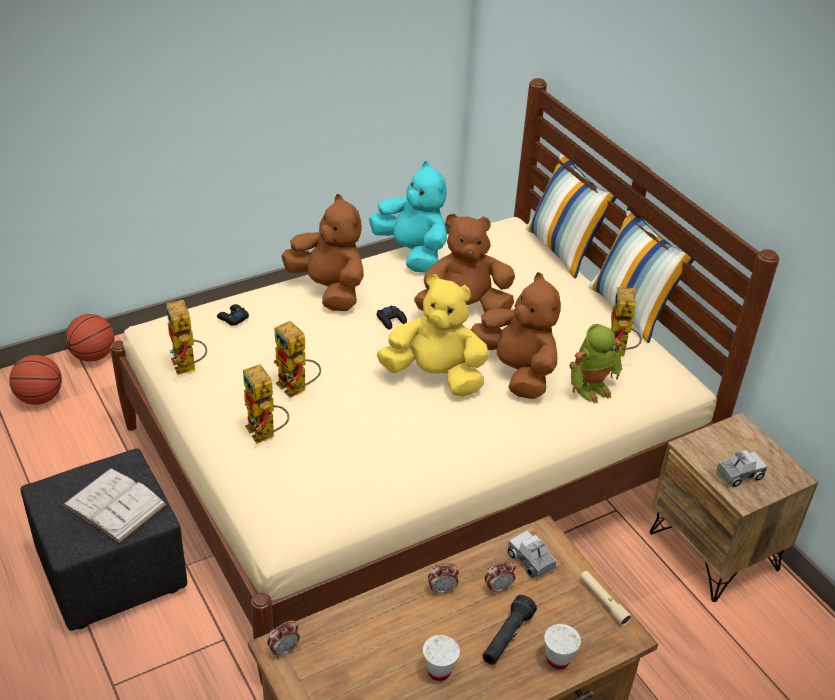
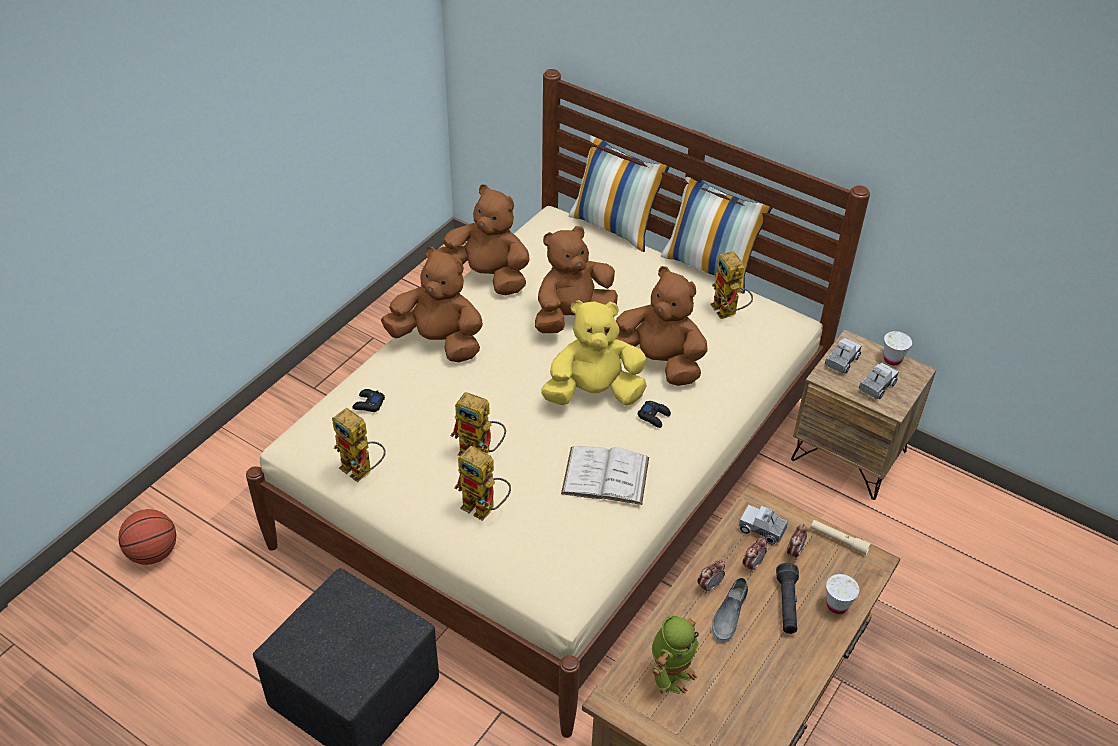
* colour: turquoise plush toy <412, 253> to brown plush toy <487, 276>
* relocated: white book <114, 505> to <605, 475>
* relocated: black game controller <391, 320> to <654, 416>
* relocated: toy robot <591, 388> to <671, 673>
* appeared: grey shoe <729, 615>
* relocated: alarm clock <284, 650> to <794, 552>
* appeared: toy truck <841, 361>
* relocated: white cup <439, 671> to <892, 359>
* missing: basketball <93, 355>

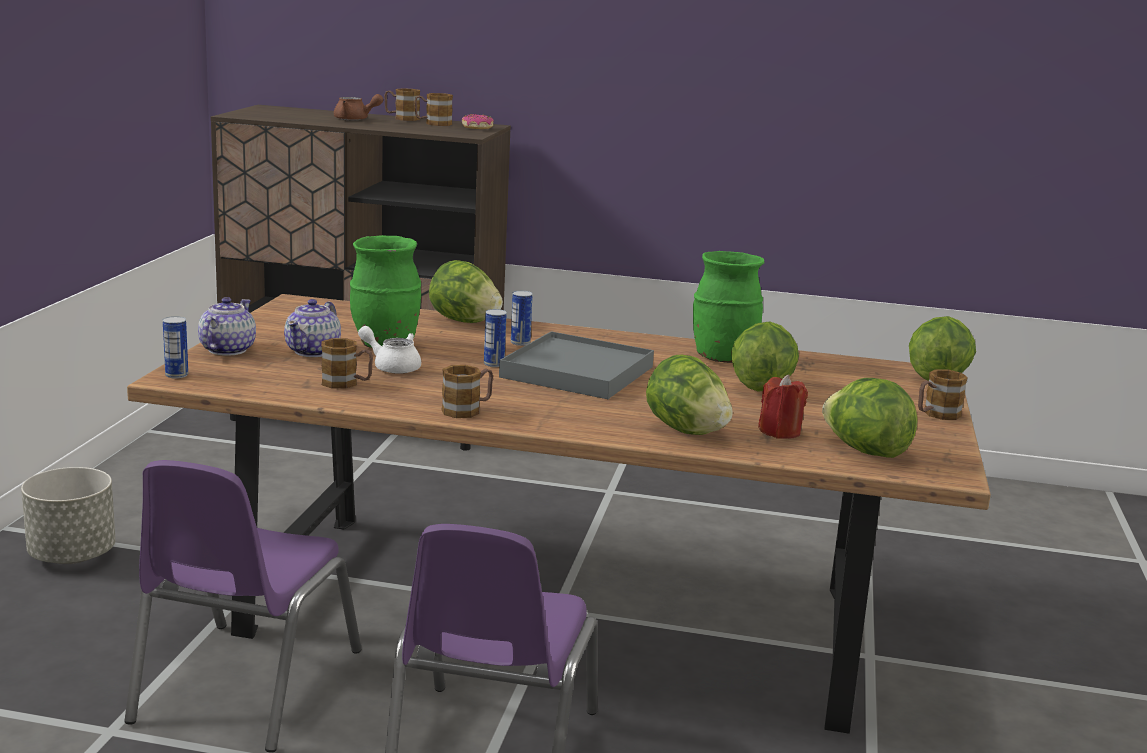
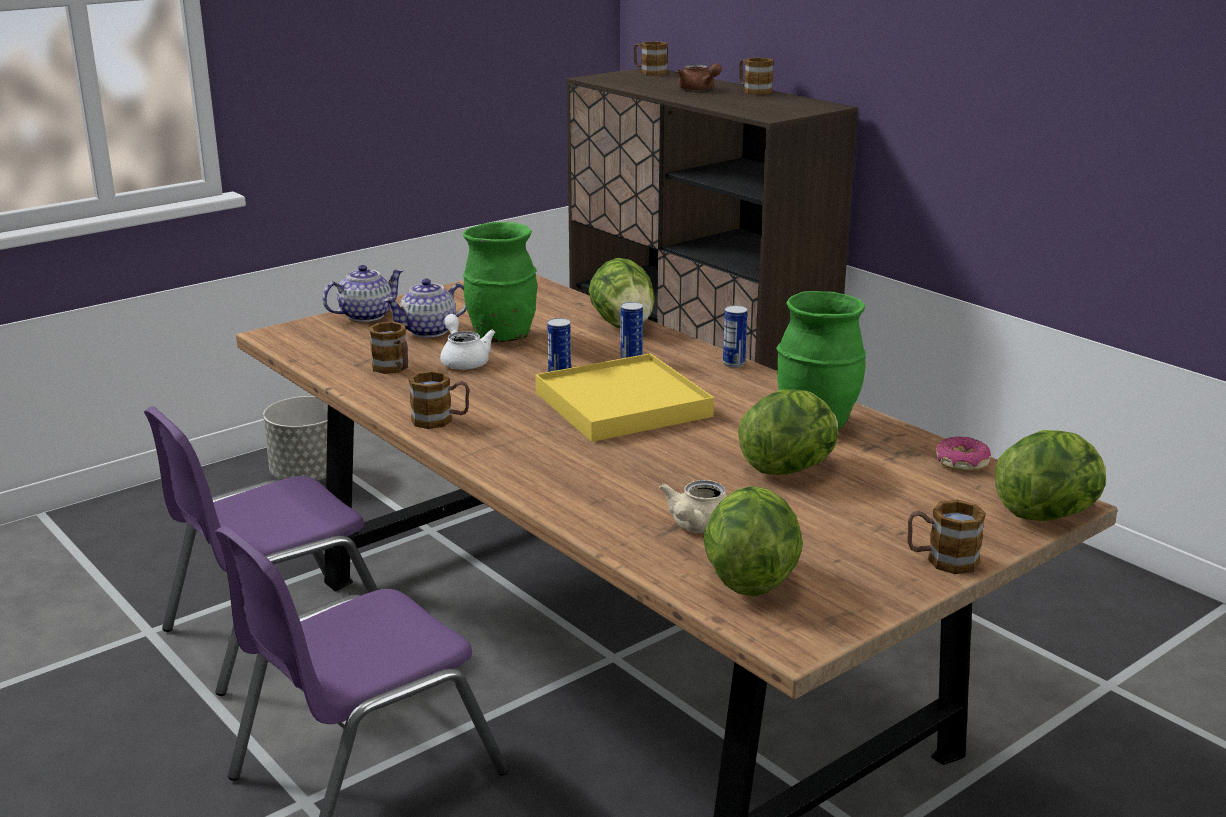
* colour: grey tray <577, 372> to yellow tray <622, 405>
* relocated: mug <433, 123> to <649, 72>
* exchanged: red candle <780, 432> to beige teapot <697, 527>
* relocated: can <176, 375> to <733, 363>
* relocated: donut <477, 128> to <961, 463>
* missing: lettuce <686, 431>

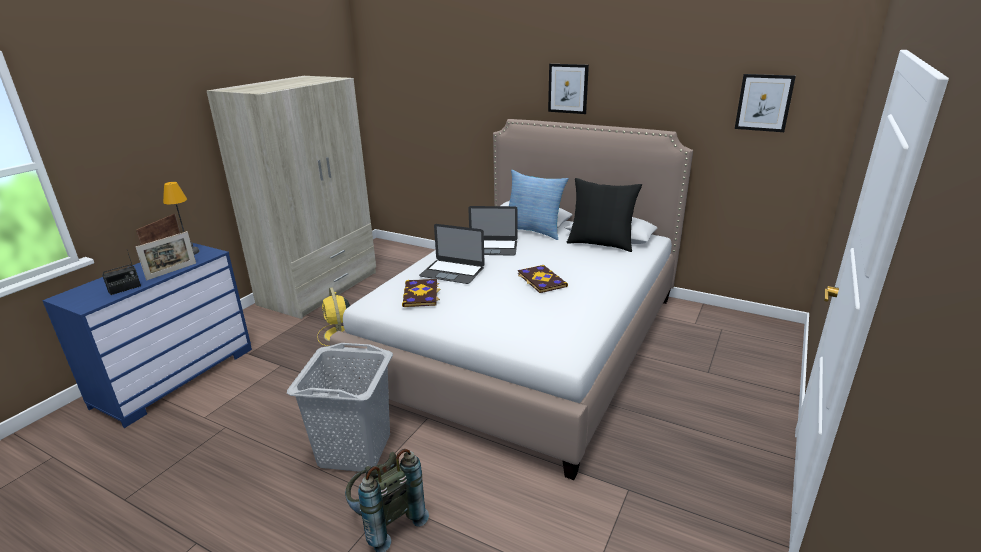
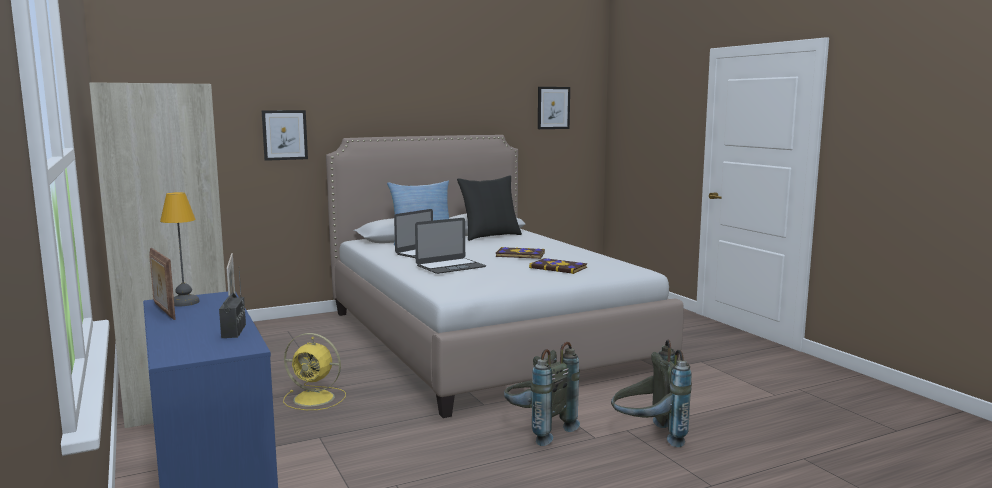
* relocated: picture <568, 88> to <284, 135>
* exchanged: grey laundry basket <354, 450> to grey backpack <538, 430>
* relocated: book <421, 294> to <558, 267>

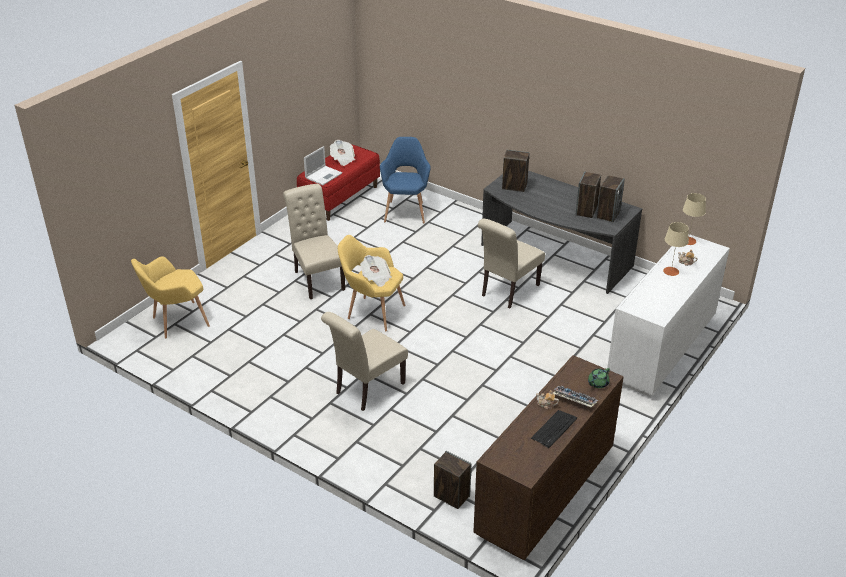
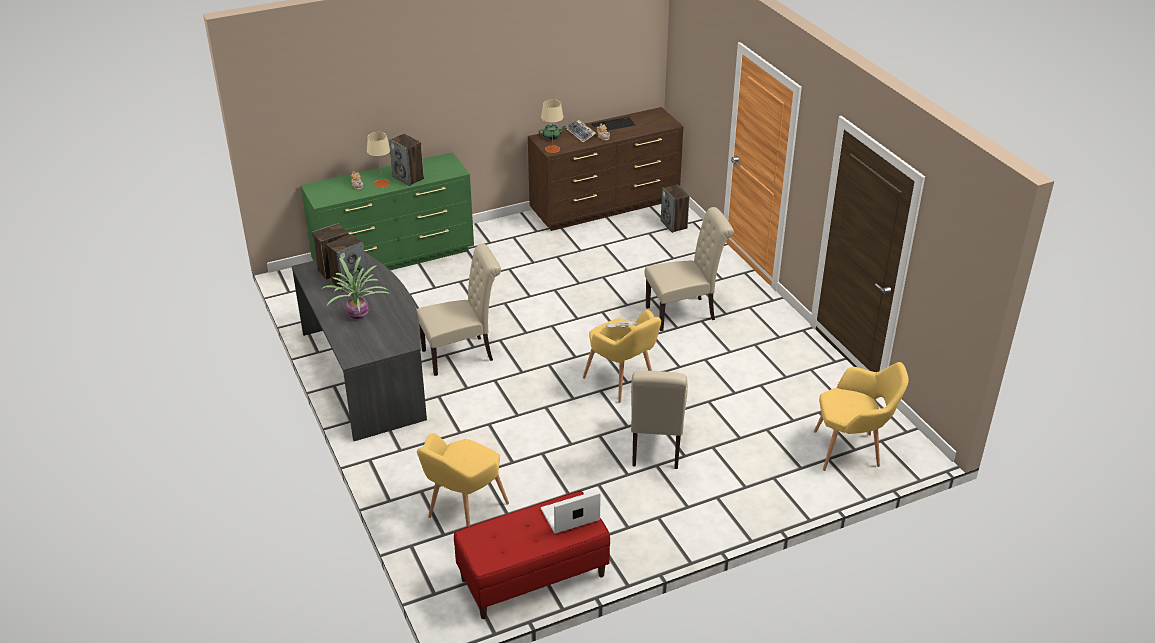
* colour: white dresser <660, 349> to green dresser <395, 257>
* appeared: potted plant <359, 314>
* relocated: speaker <514, 186> to <408, 178>
* colour: blue armchair <405, 210> to yellow armchair <463, 513>
* relocated: beige table lamp <688, 241> to <552, 149>
* missing: newspaper <342, 159>

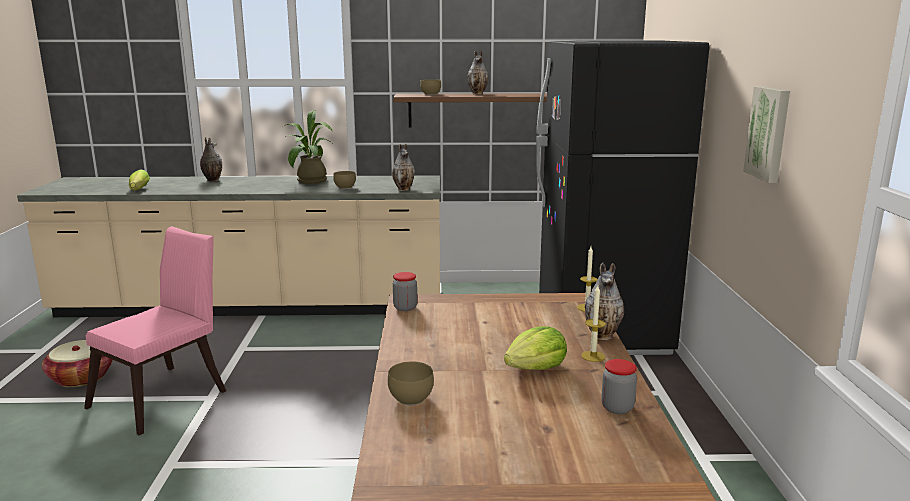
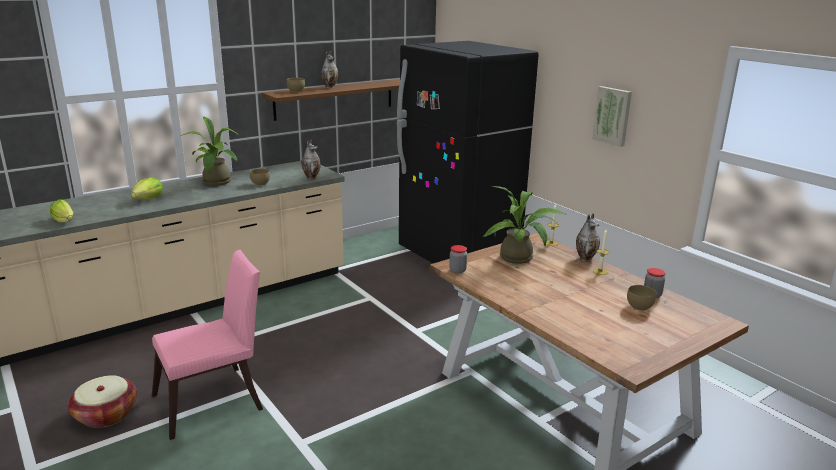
* relocated: lettuce <536, 368> to <148, 199>
* spun: pink chair <166, 396> = <215, 401> 60 degrees clockwise
* appeared: potted plant <520, 259>
* relocated: brown bowl <410, 400> to <639, 308>
* missing: vase <212, 180>

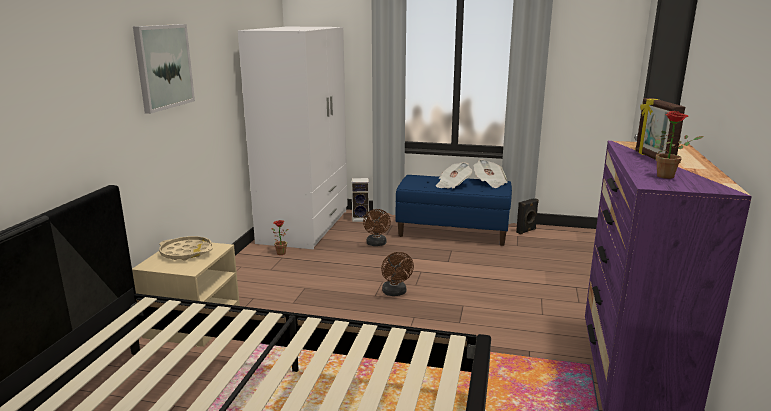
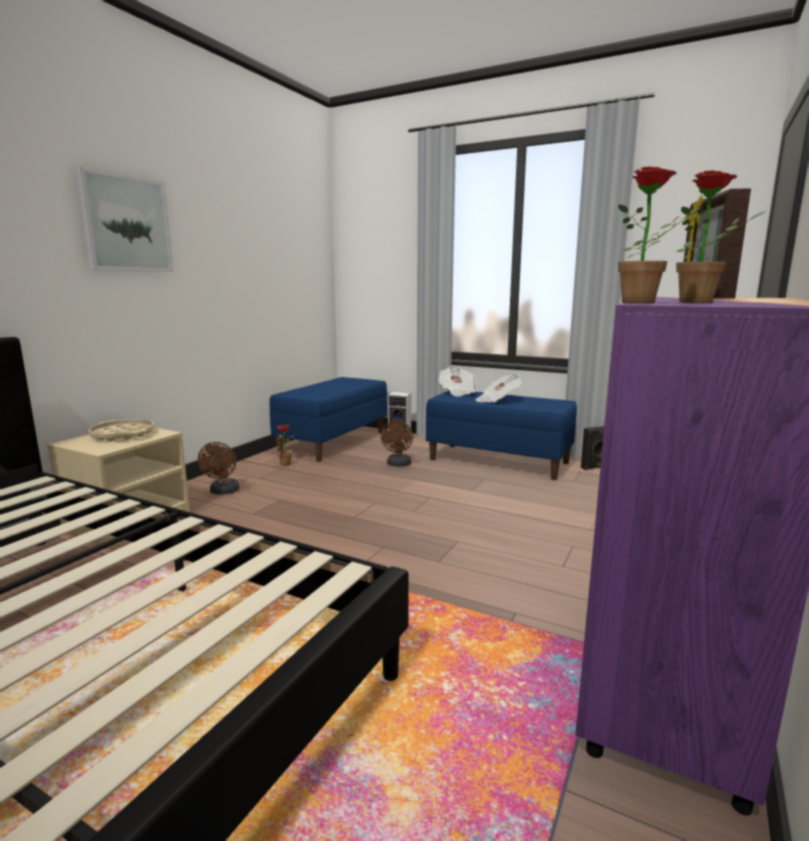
* relocated: brown fan <395, 293> to <223, 492>
* exchanged: white wardrobe <305, 226> to blue bench <333, 442>
* relocated: newspaper <490, 183> to <457, 392>
* appeared: potted plant <645, 303>

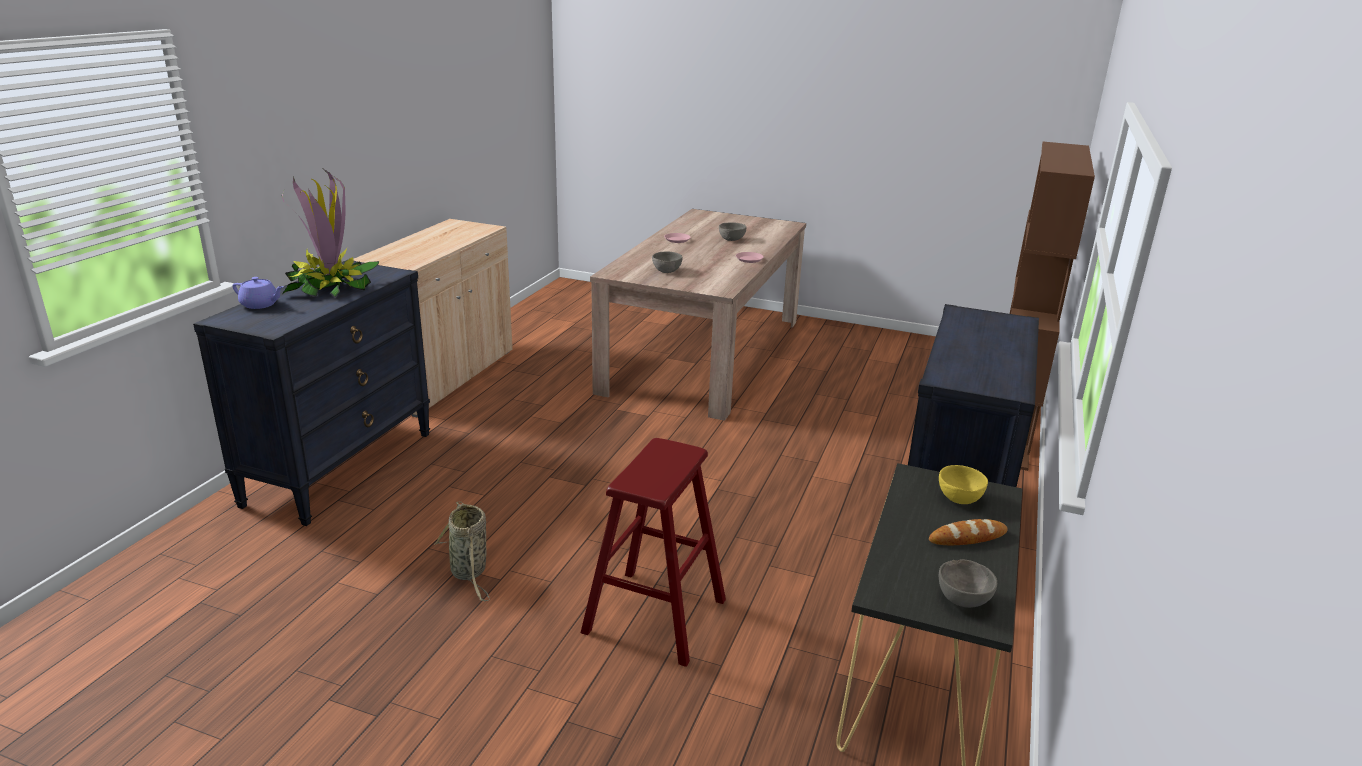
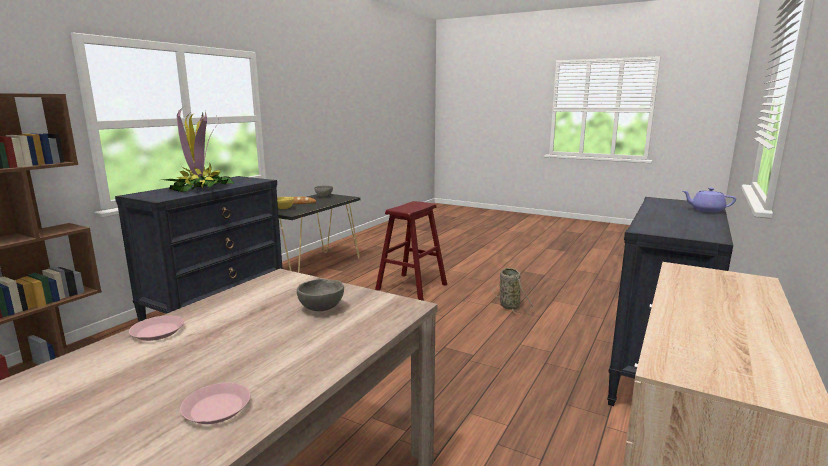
* relocated: potted plant <330, 287> to <201, 189>
* missing: grey bowl <731, 240>

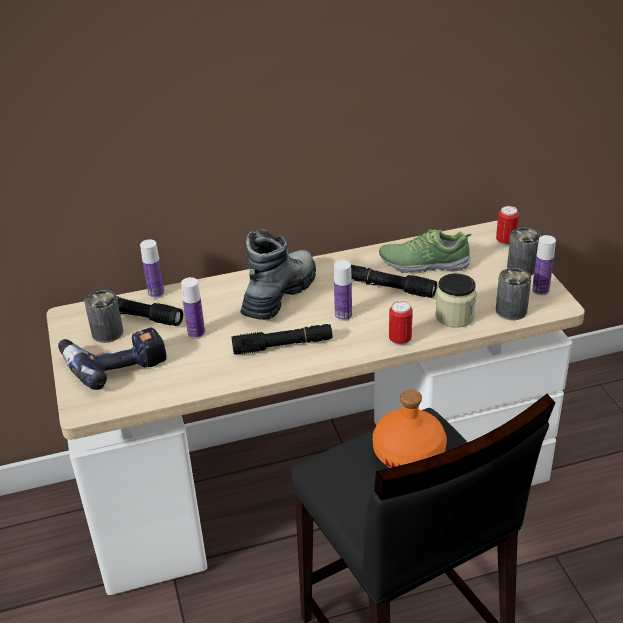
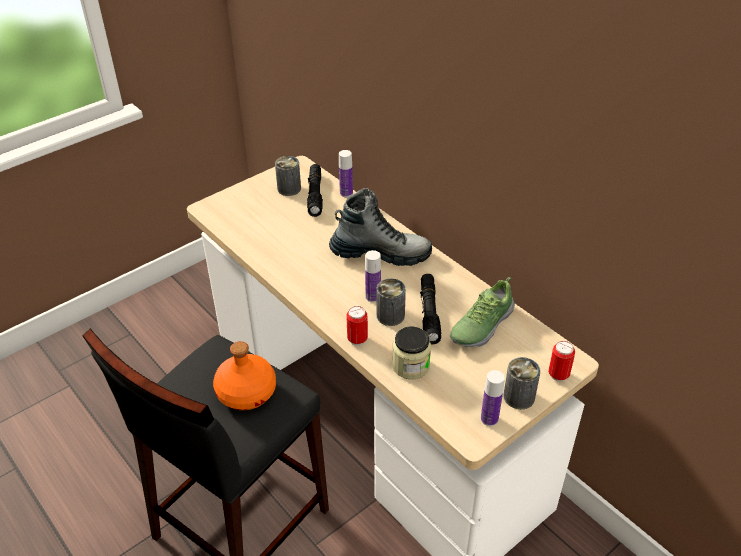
* relocated: can <511, 310> to <390, 315>
* spun: shoe <424, 263> = <481, 325> 120 degrees counterclockwise
* missing: power drill <114, 363>
* missing: bottle <196, 333>
* missing: black flashlight <283, 346>

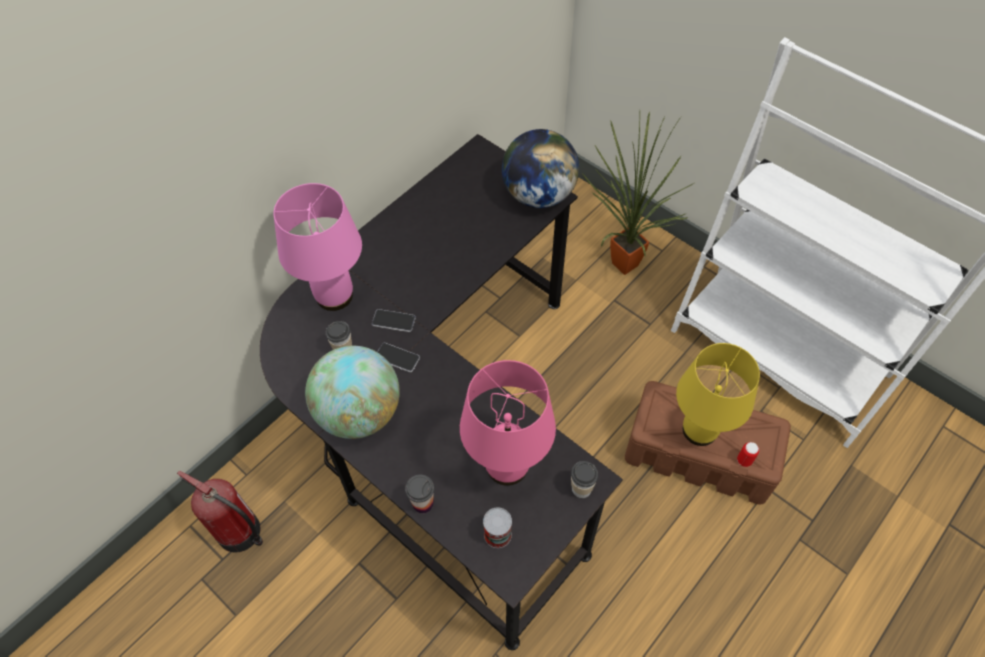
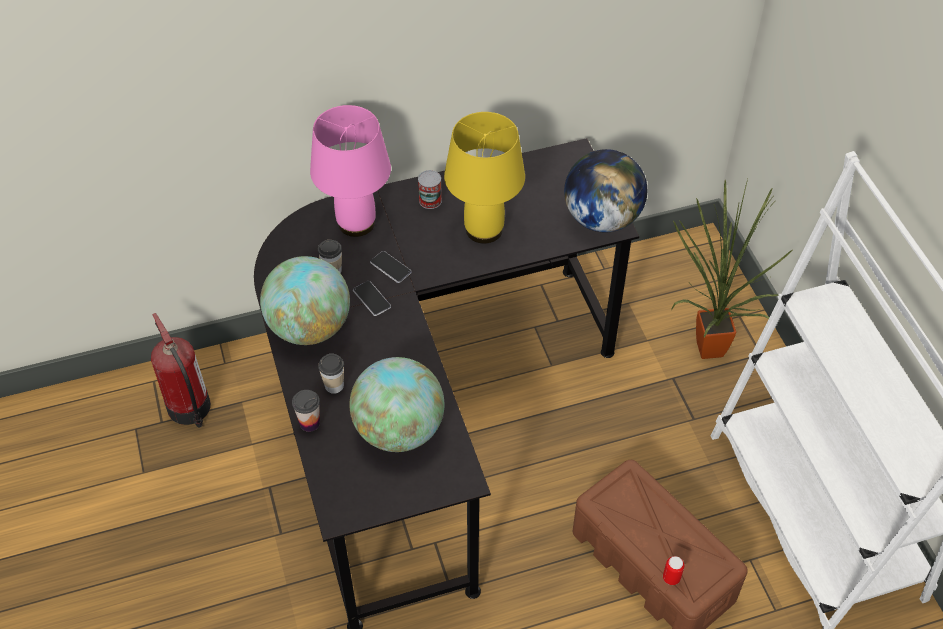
* relocated: cup <581, 488> to <334, 385>
* exchanged: pink table lamp <506, 465> to globe <399, 429>
* relocated: can <497, 534> to <430, 200>
* relocated: yellow table lamp <699, 429> to <484, 229>

